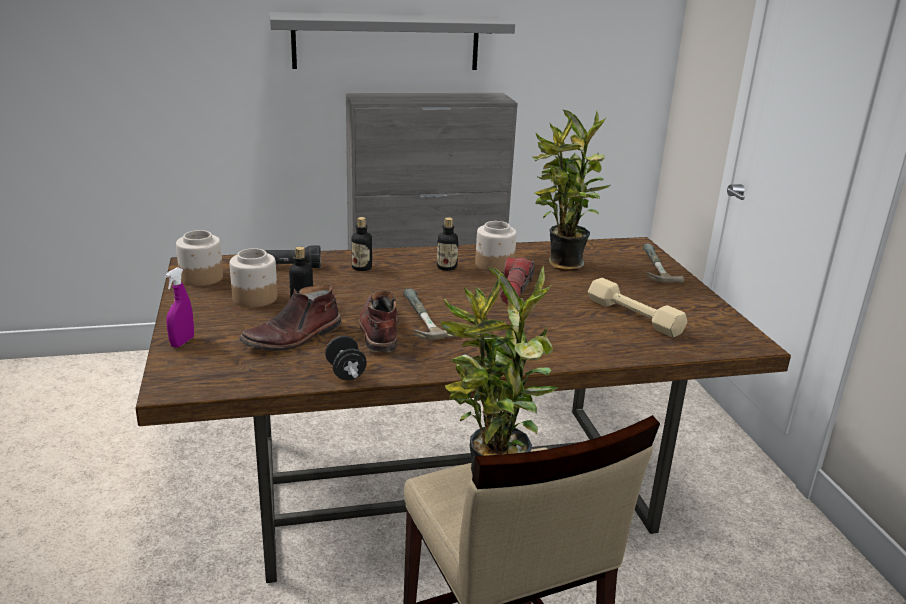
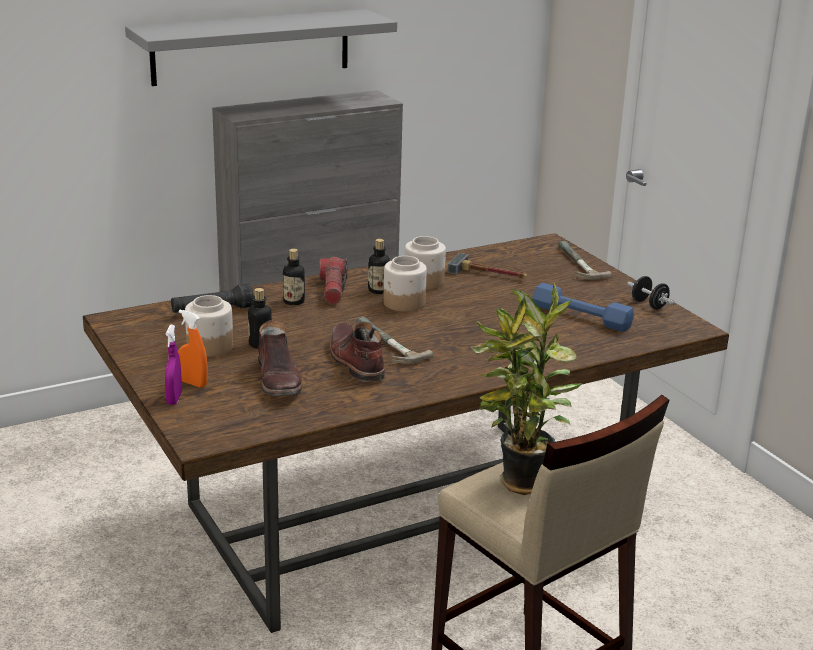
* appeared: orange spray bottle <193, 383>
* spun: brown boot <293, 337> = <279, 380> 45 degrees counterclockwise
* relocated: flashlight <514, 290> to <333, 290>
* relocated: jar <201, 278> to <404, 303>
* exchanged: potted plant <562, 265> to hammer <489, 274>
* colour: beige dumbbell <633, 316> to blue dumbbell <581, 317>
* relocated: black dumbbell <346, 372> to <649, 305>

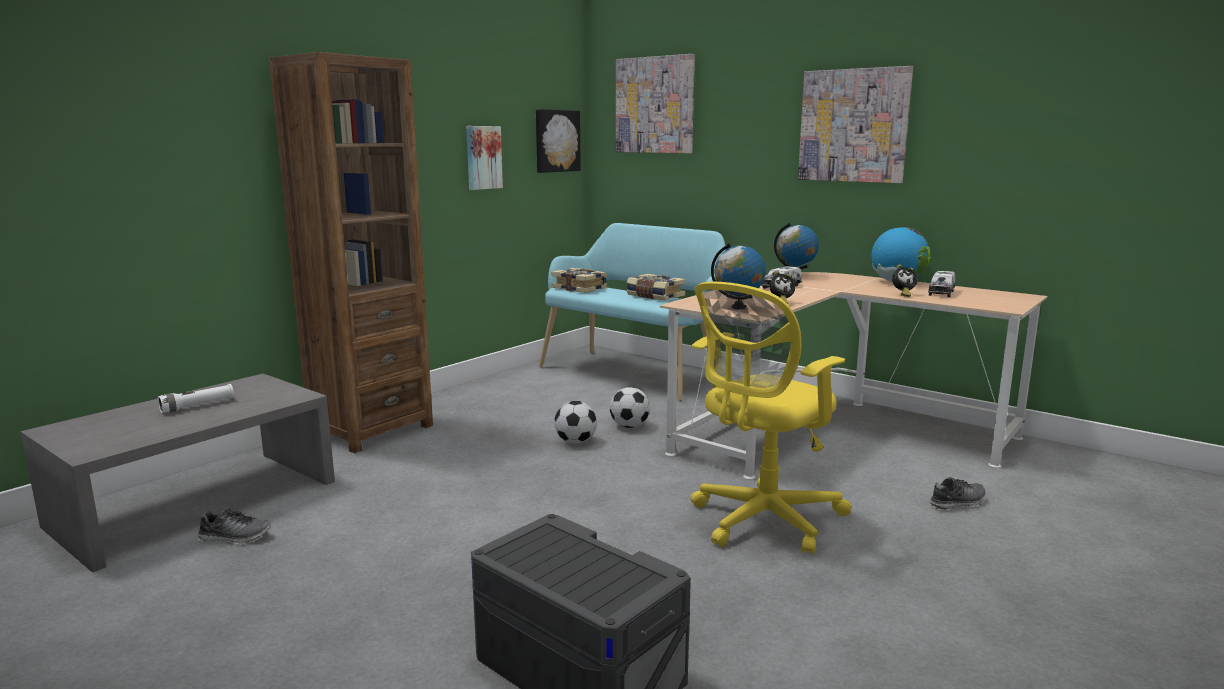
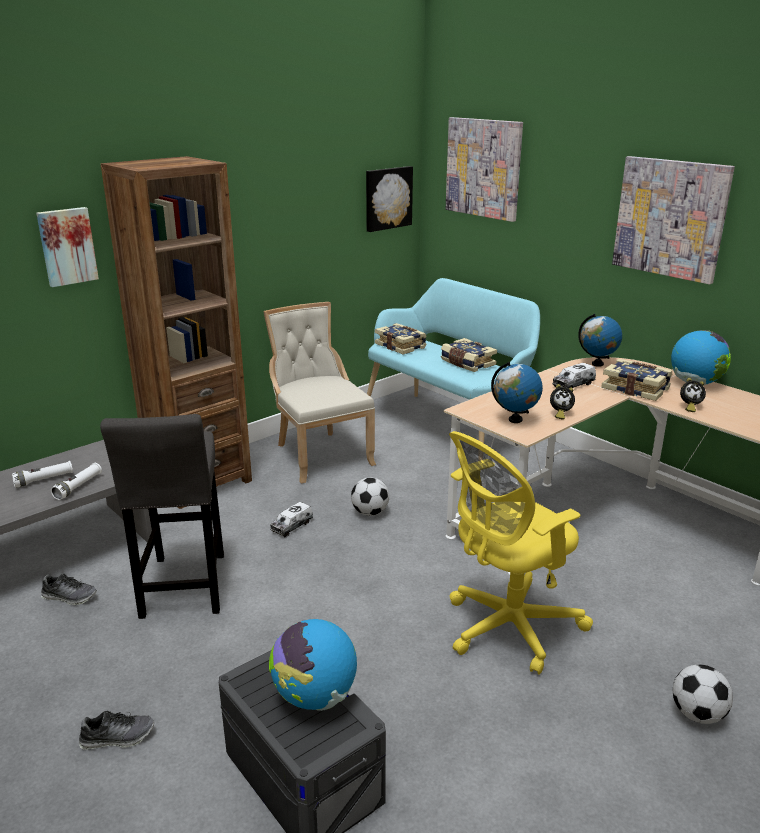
* relocated: picture <483, 157> to <67, 246>
* appeared: white flashlight <78, 487>
* relocated: shoe <957, 503> to <118, 737>
* appeared: grey stool <184, 589>
* appeared: beige chair <320, 454>
* appeared: globe <314, 697>
* relocated: toy truck <941, 292> to <292, 526>
* appeared: book <635, 388>
* relocated: football <629, 426> to <697, 714>

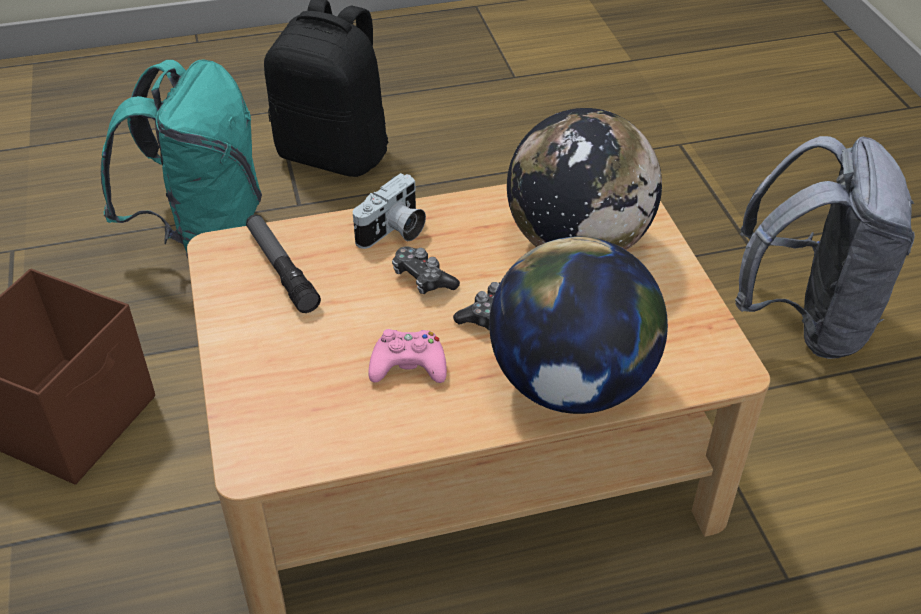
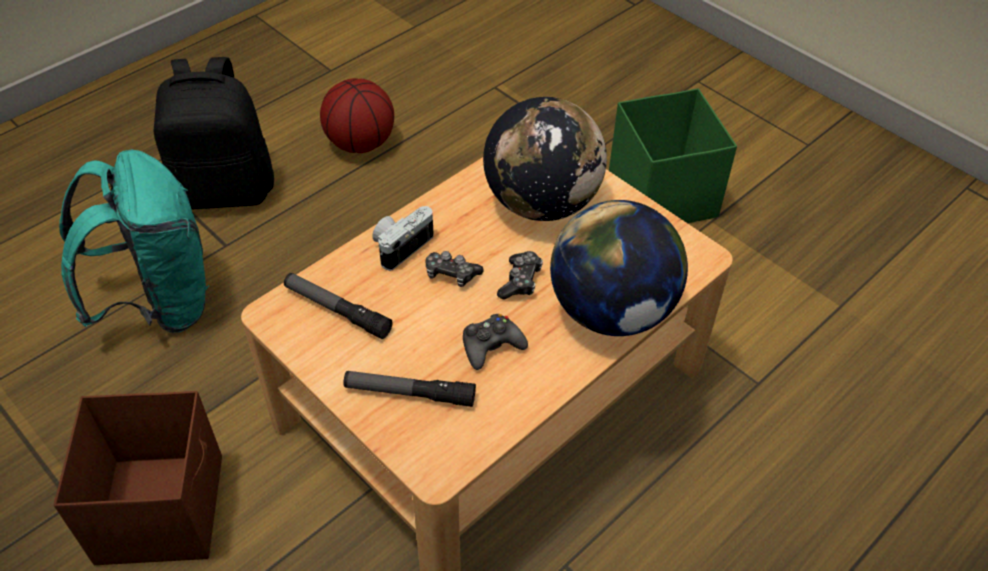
* appeared: basketball <360, 144>
* appeared: flashlight <409, 393>
* spun: photo camera <393, 232> = <401, 245> 150 degrees counterclockwise
* colour: pink game controller <408, 365> to black game controller <491, 346>
* exchanged: grey backpack <805, 320> to green storage box <662, 194>

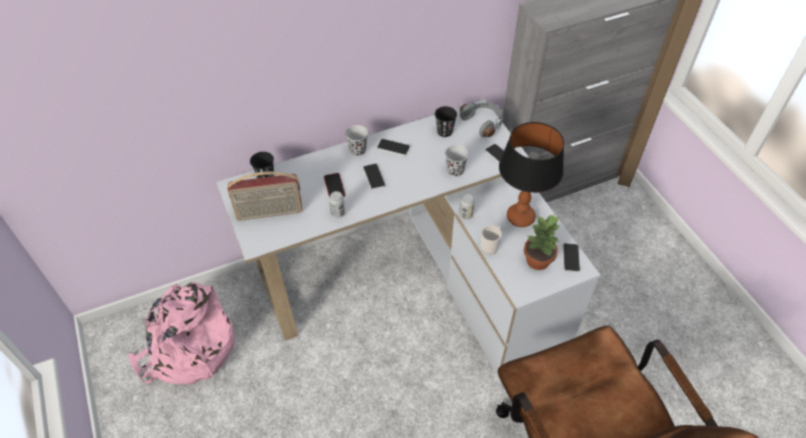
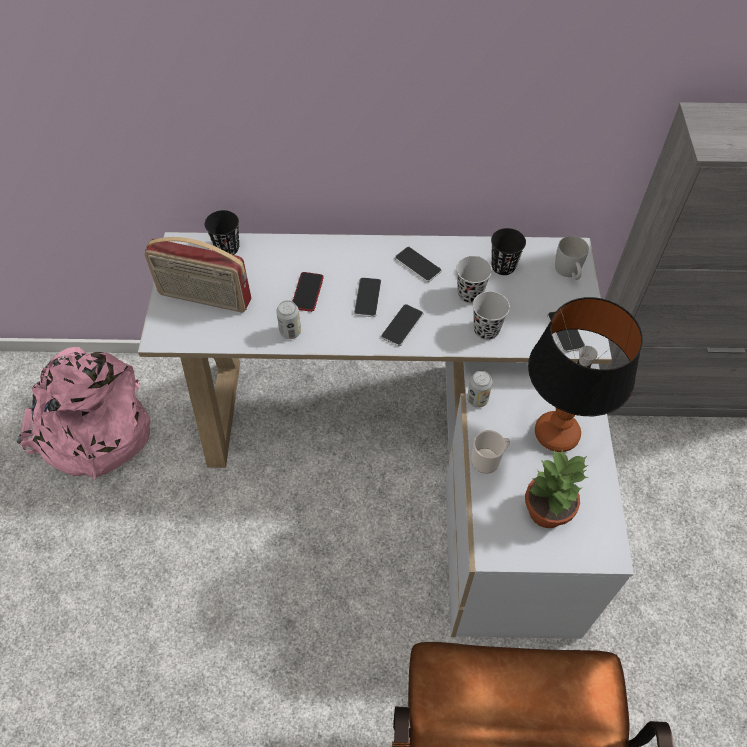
* relocated: phone <571, 258> to <402, 325>
* relocated: black cup <358, 150> to <470, 294>
* exchanged: grey headphones <484, 122> to white mug <569, 272>

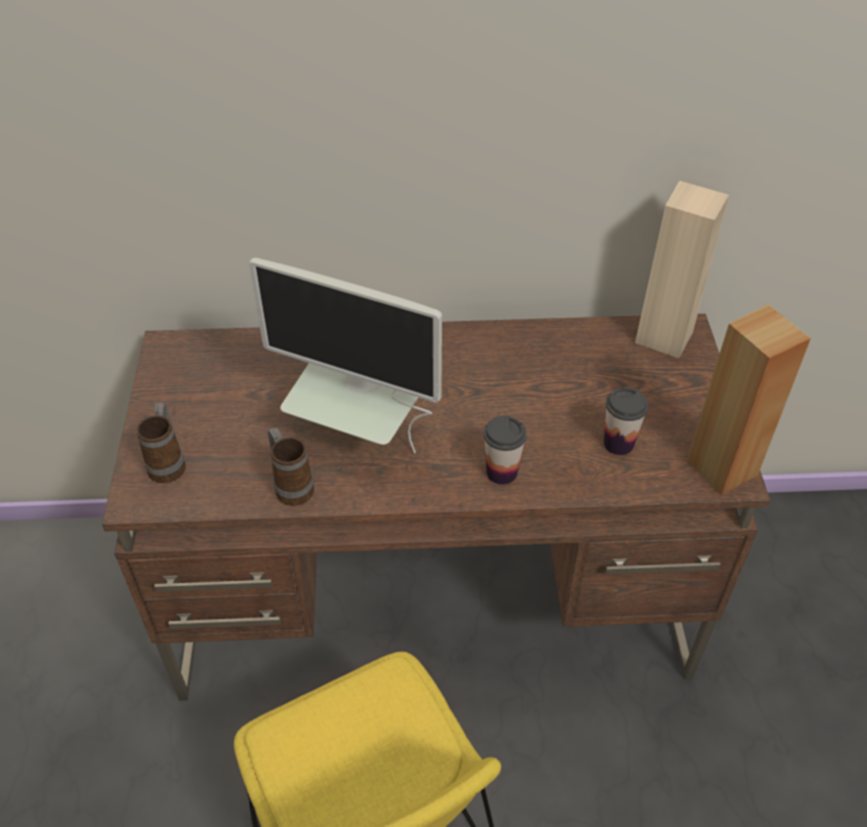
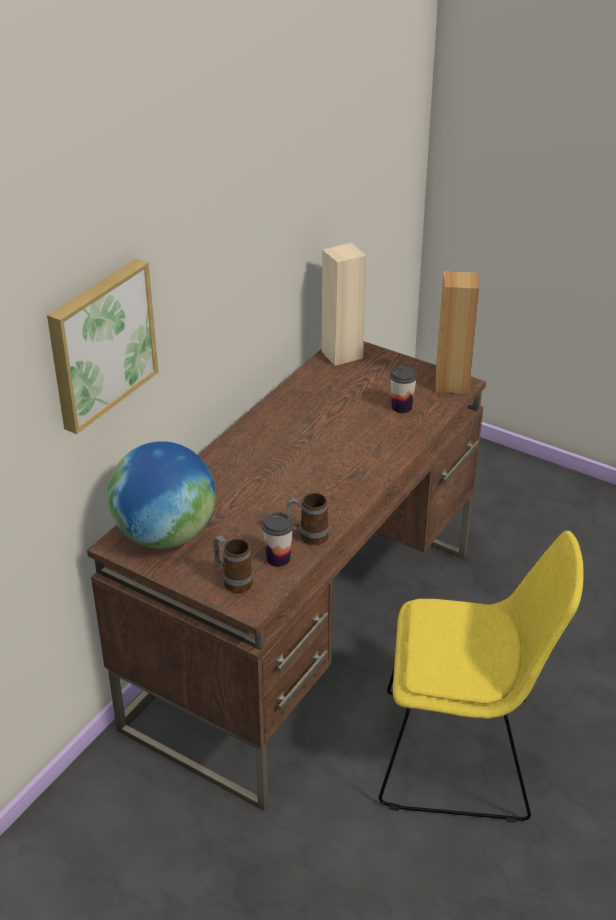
* appeared: picture <100, 343>
* appeared: globe <166, 535>
* relocated: cup <501, 472> to <278, 558>
* missing: monitor <361, 435>

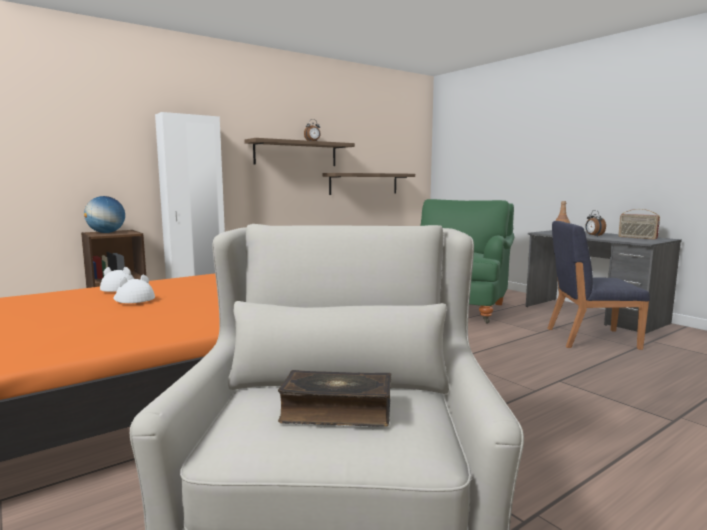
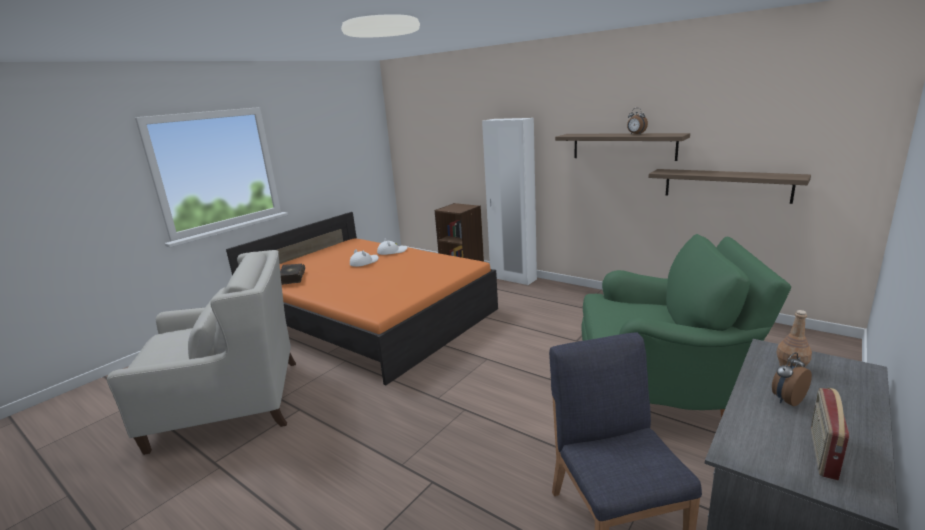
* relocated: book <336, 411> to <292, 278>
* missing: globe <106, 233>

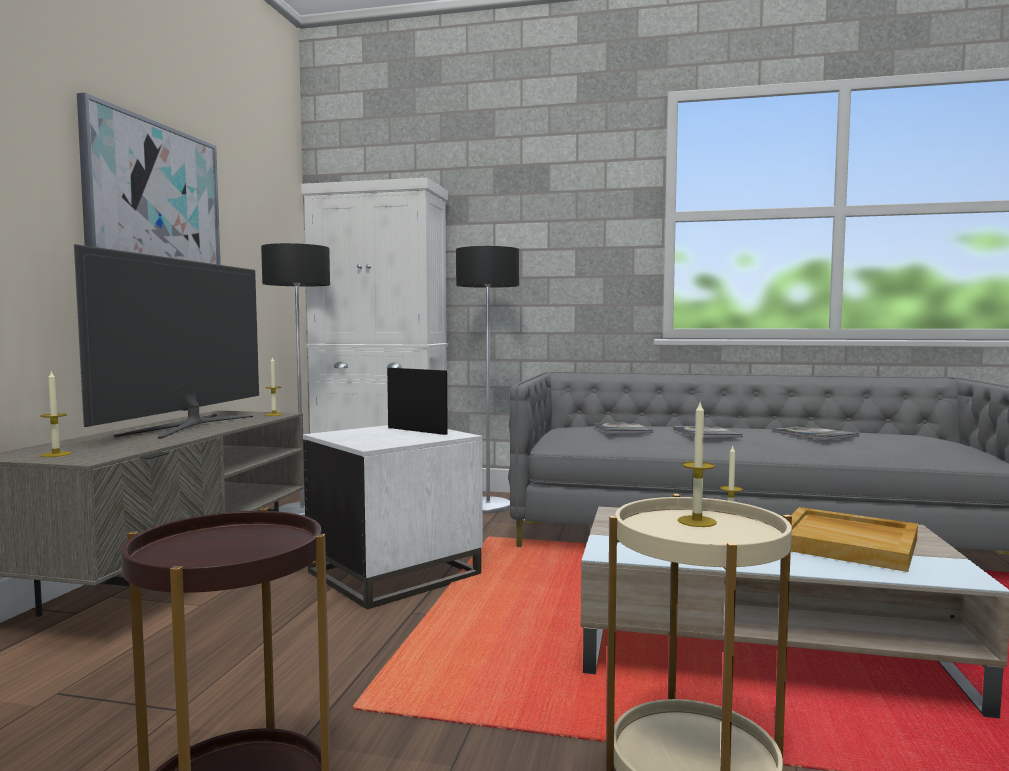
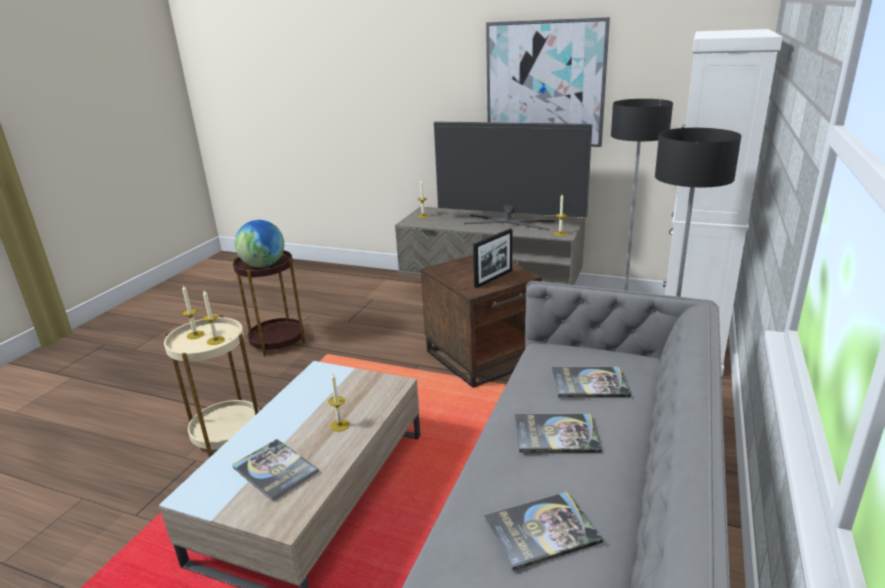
* appeared: candle <195, 335>
* exchanged: beige tray <848, 543> to book <275, 470>
* appeared: globe <264, 265>
* colour: white side table <393, 573> to brown side table <482, 356>

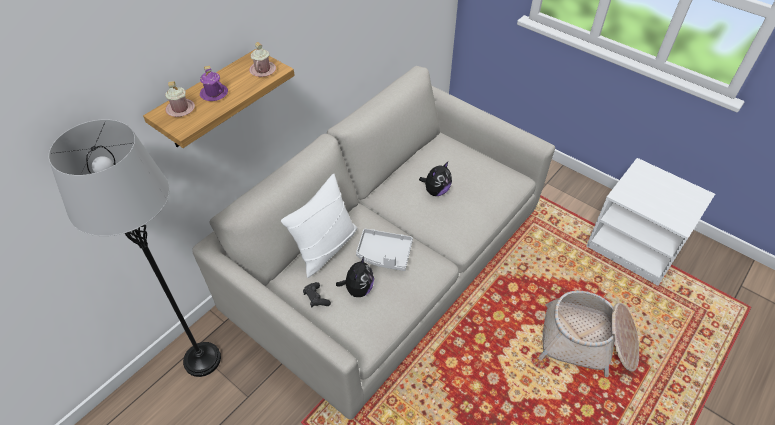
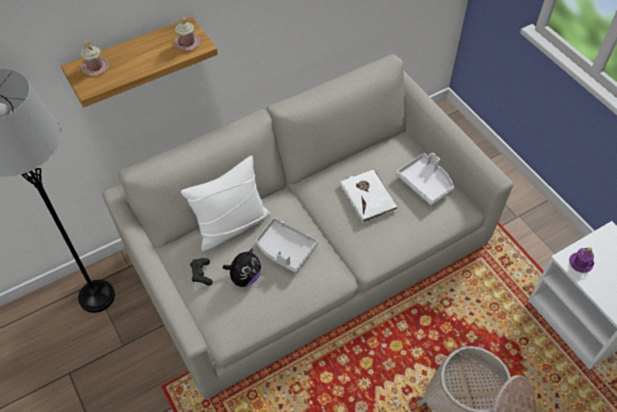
* exchanged: plush toy <436, 191> to white book <368, 197>
* appeared: white tray <426, 183>
* relocated: purple mug <214, 93> to <580, 263>

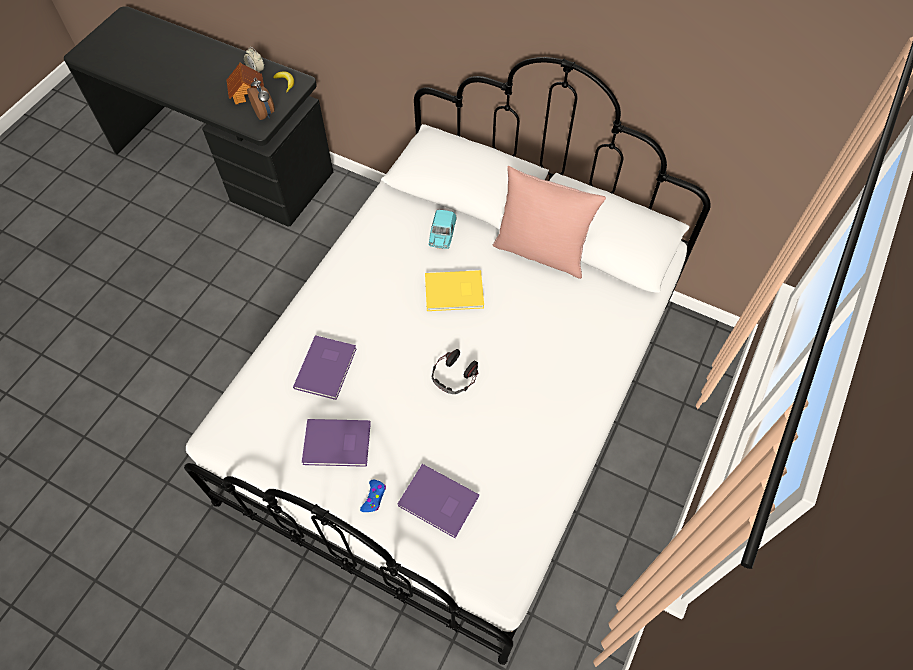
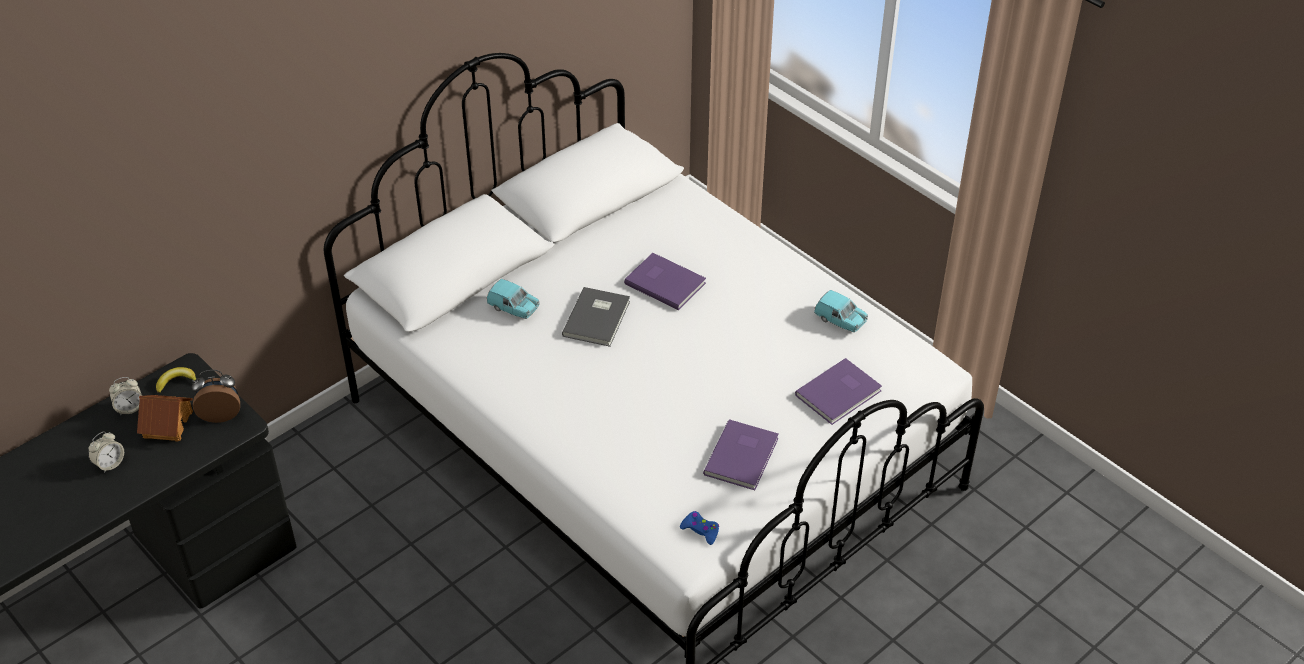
* appeared: alarm clock <110, 464>
* colour: yellow book <455, 293> to grey book <598, 318>
* relocated: purple book <327, 368> to <665, 282>
* relocated: blue game controller <374, 498> to <700, 530>
* appeared: turquoise toy car <840, 320>
* missing: headphones <455, 376>
* missing: pink pillow <541, 252>

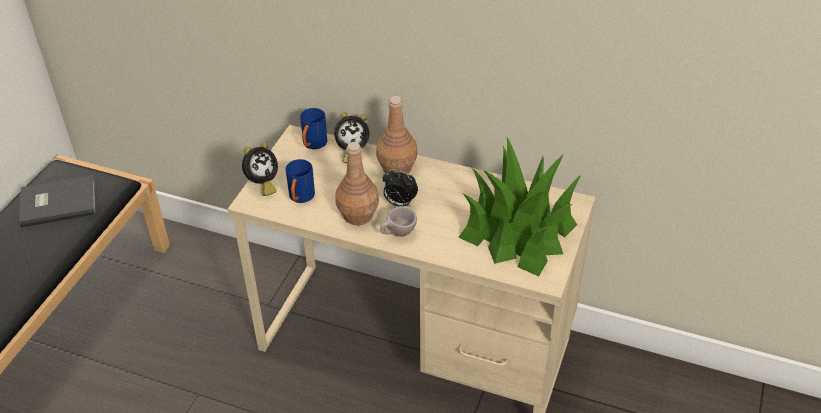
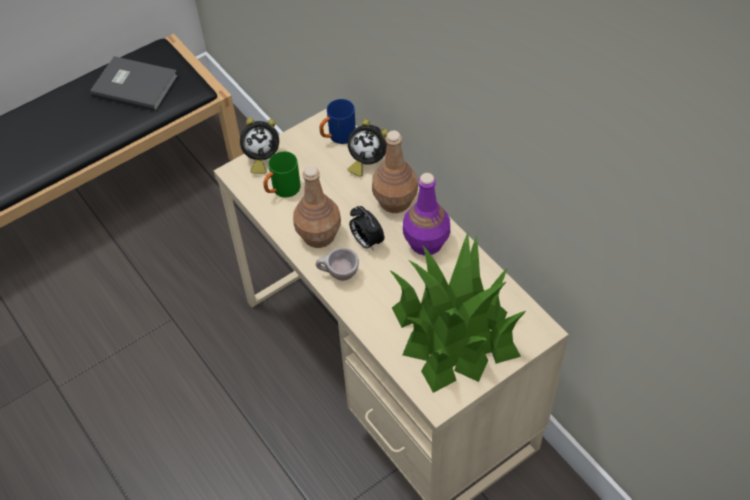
* colour: blue mug <300, 198> to green mug <282, 191>
* appeared: purple bottle <426, 243>

